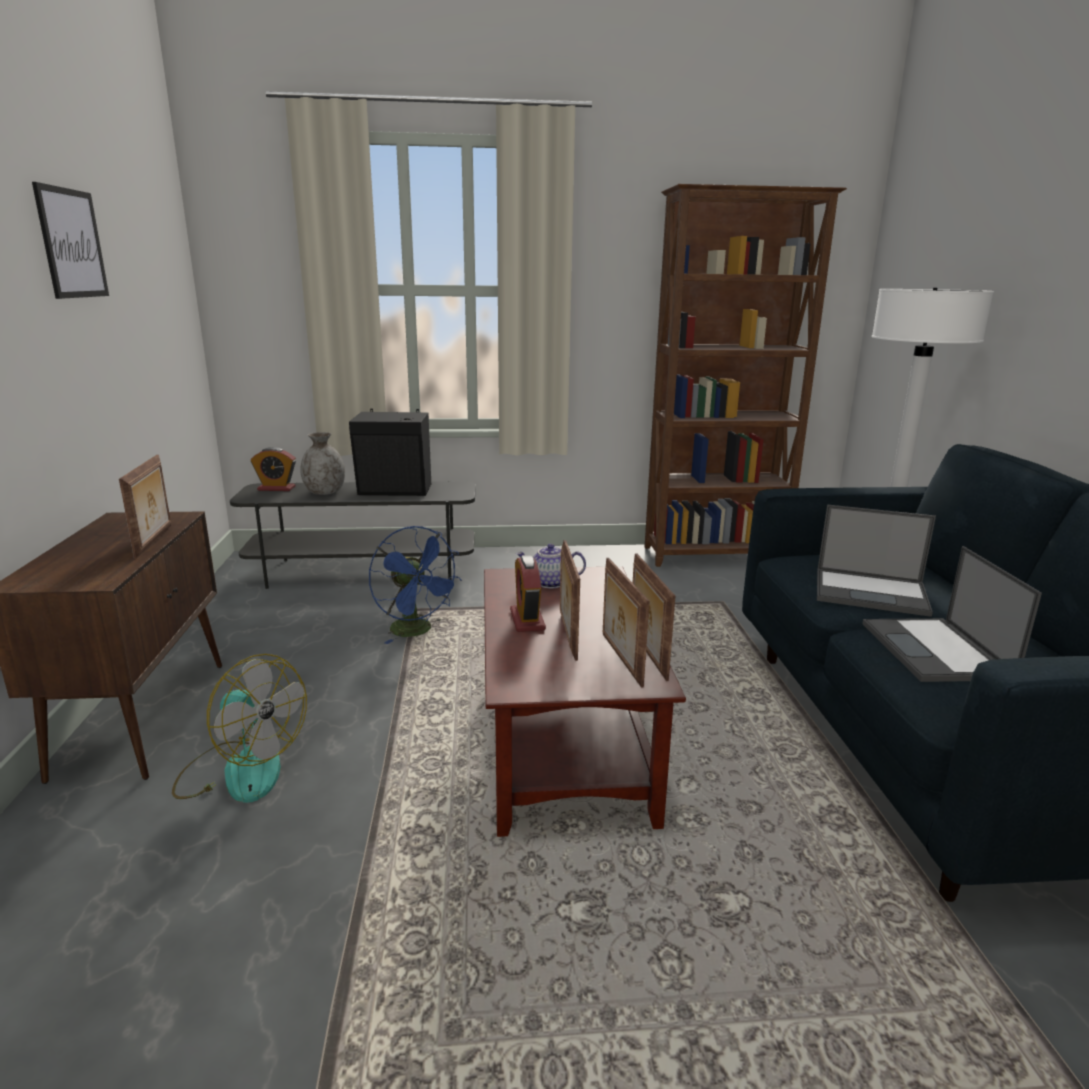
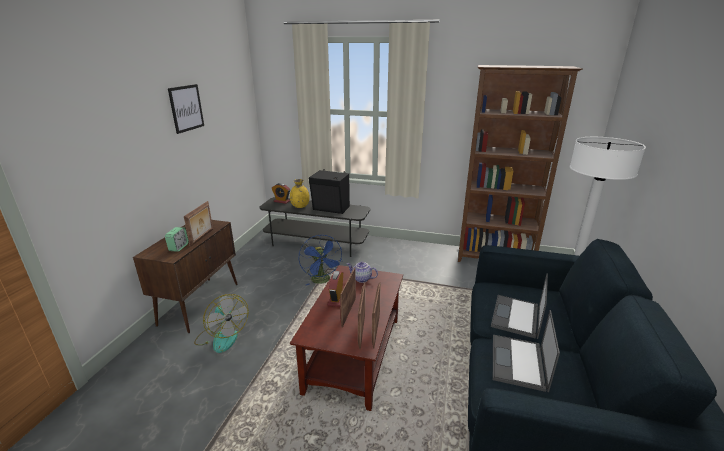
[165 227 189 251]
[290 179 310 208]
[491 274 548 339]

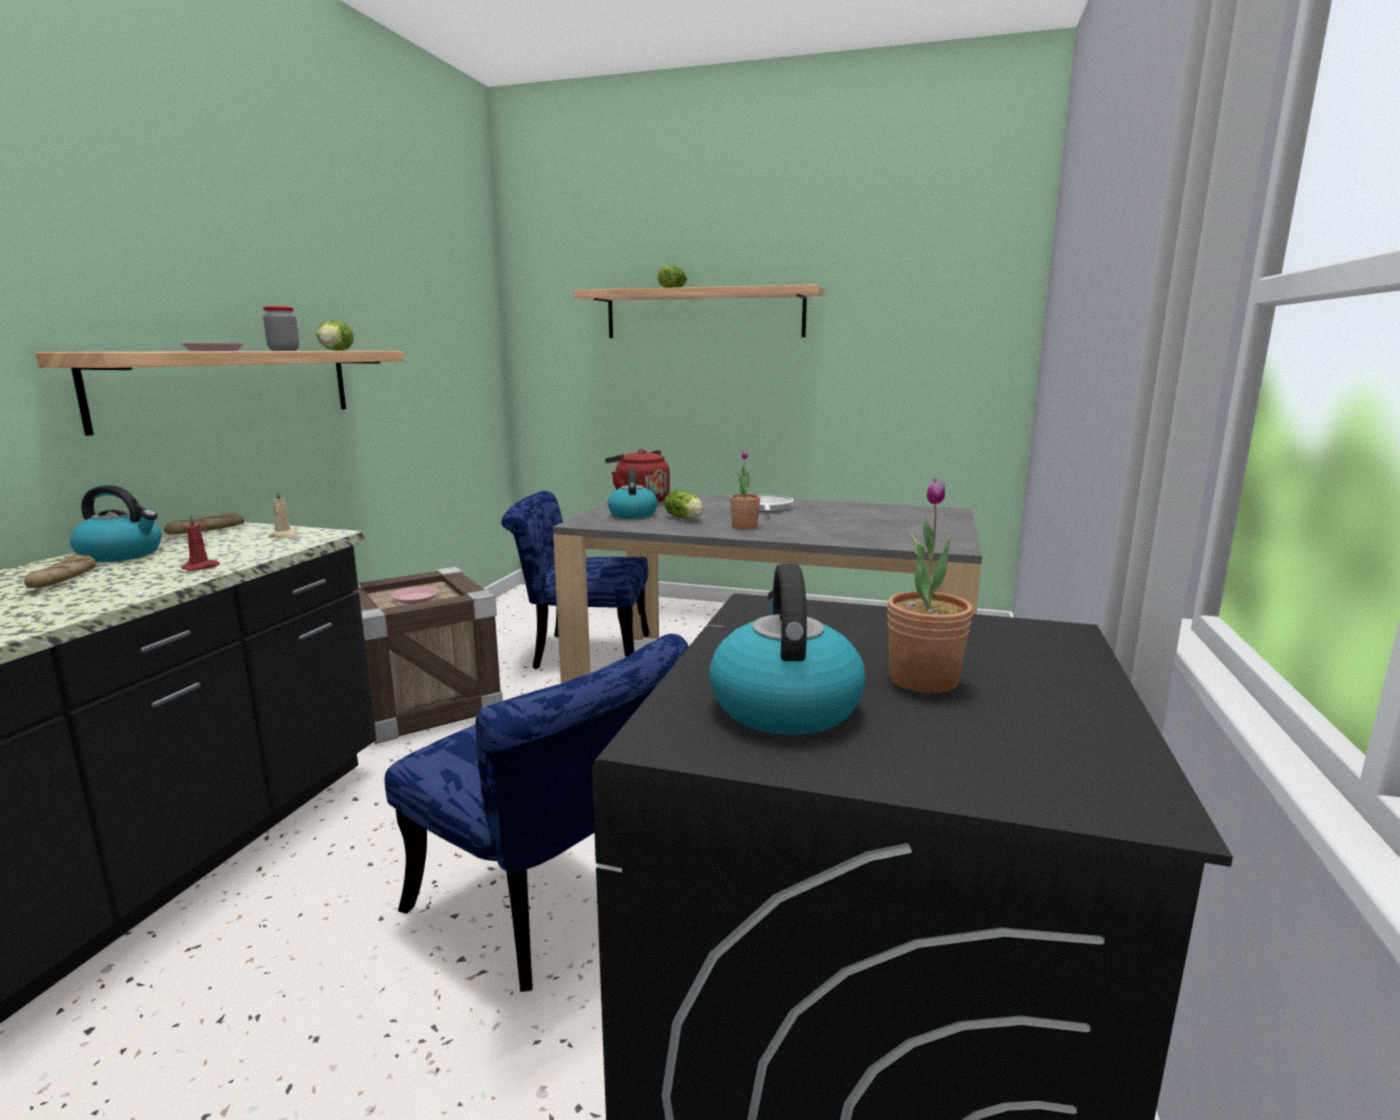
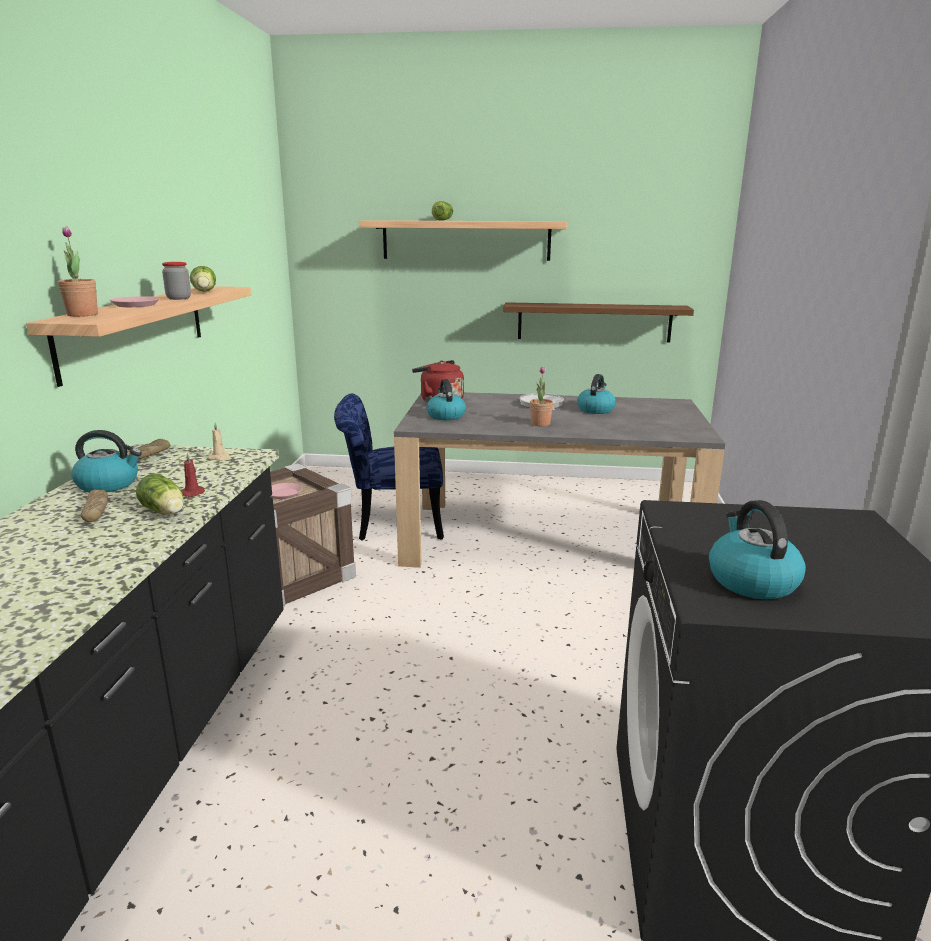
[58 226 98 317]
[136 473 184 514]
[504 302 694 343]
[577 374 616 414]
[385 634 689 992] (first image)

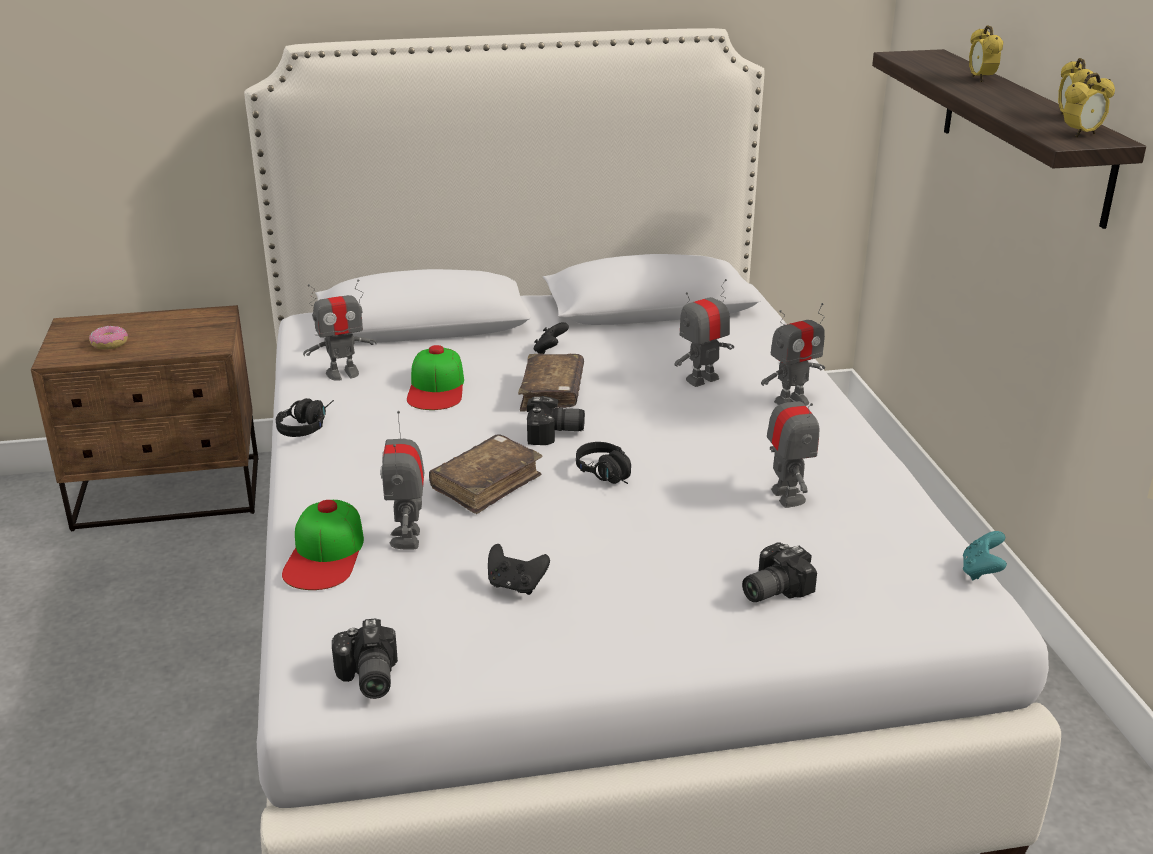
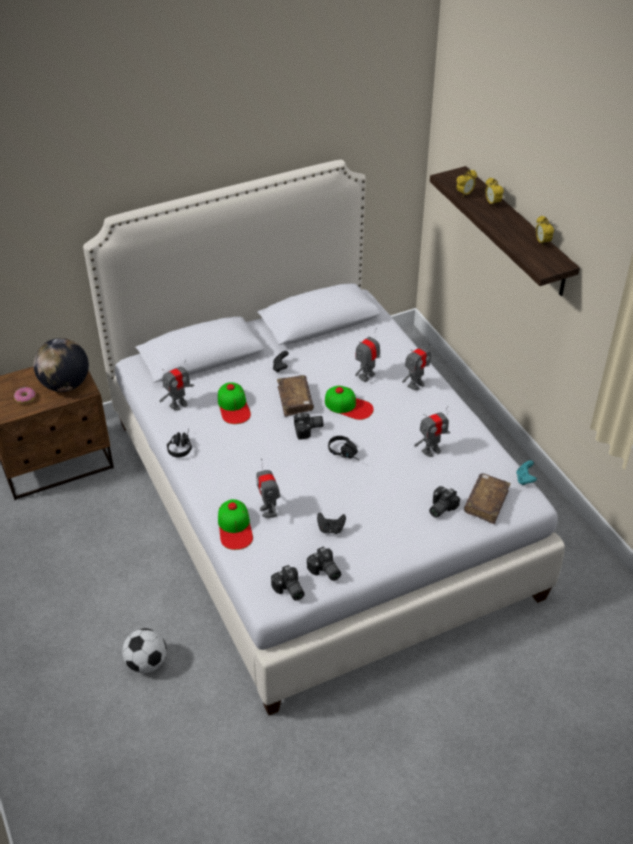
[33 338 89 392]
[122 629 167 673]
[307 546 341 581]
[325 386 374 420]
[414 406 450 457]
[456 170 477 197]
[464 473 511 524]

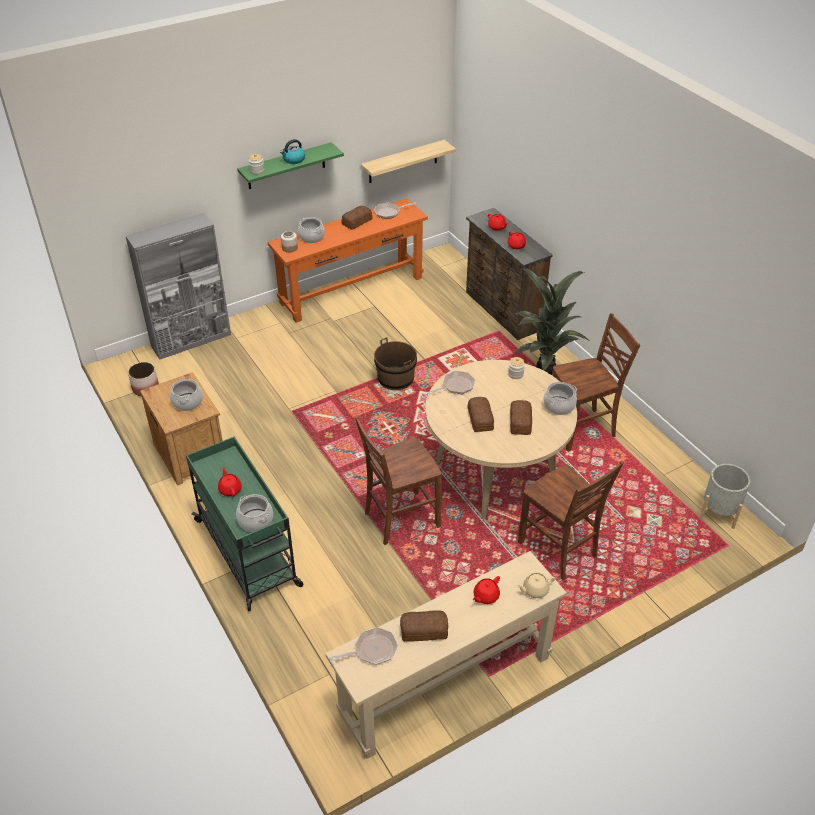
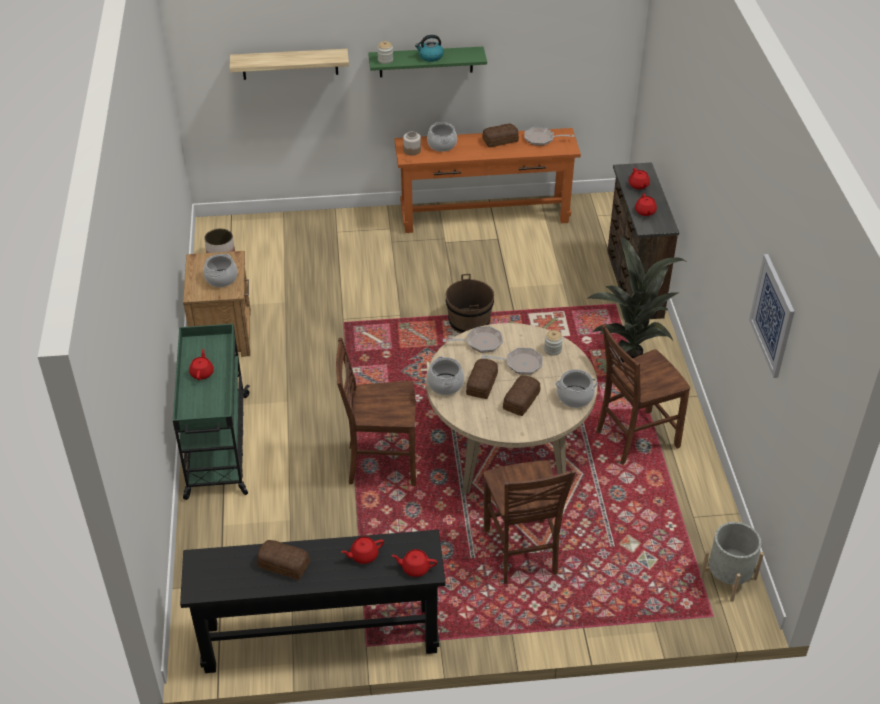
[180 530 446 673]
[230 49 349 80]
[392 549 437 577]
[427 356 464 395]
[482 348 543 375]
[596 324 690 465]
[749 254 795 378]
[126 213 231 360] (first image)

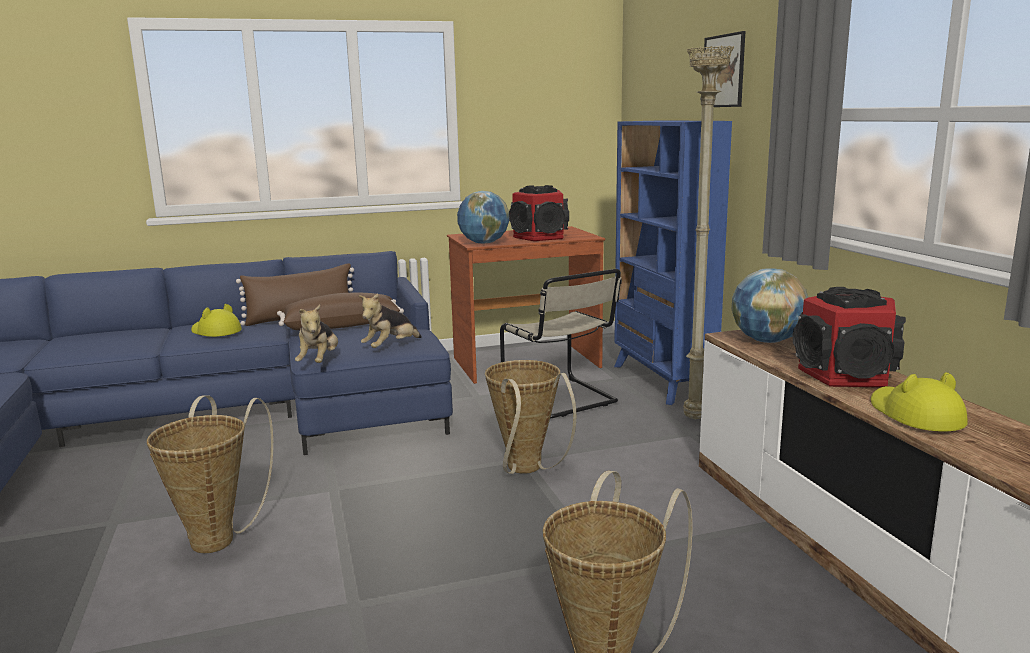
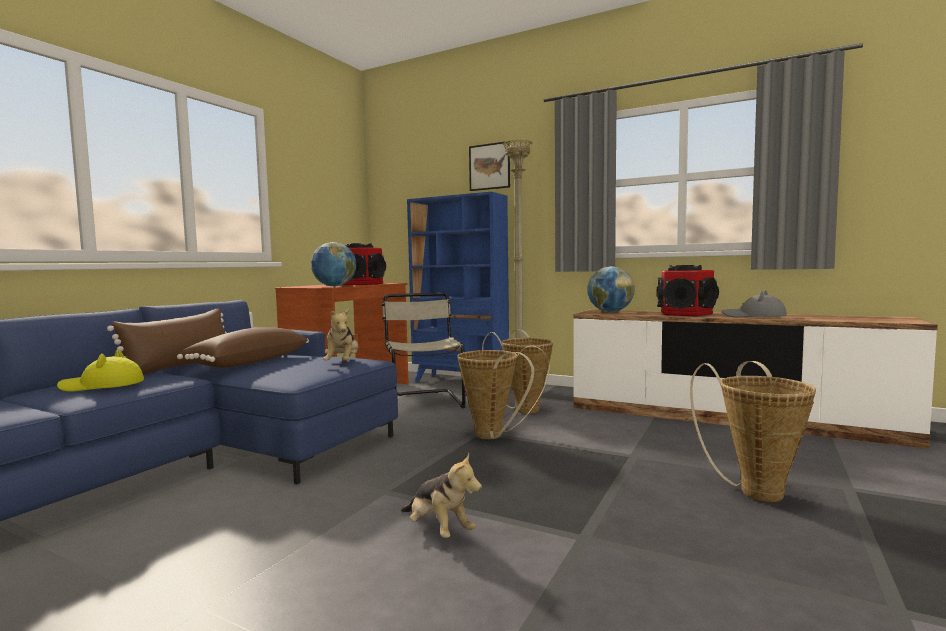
[382 292 465 408]
[401 453 482 538]
[482 329 553 414]
[721 290 787 318]

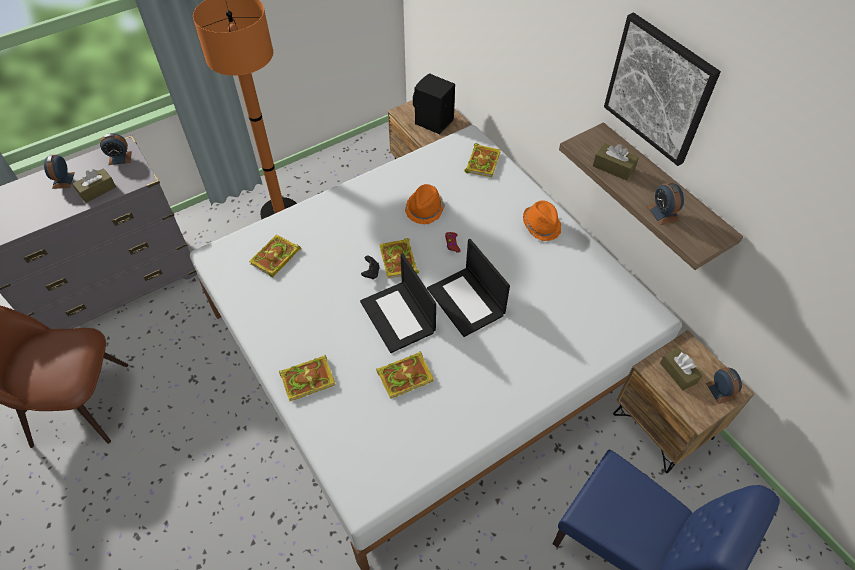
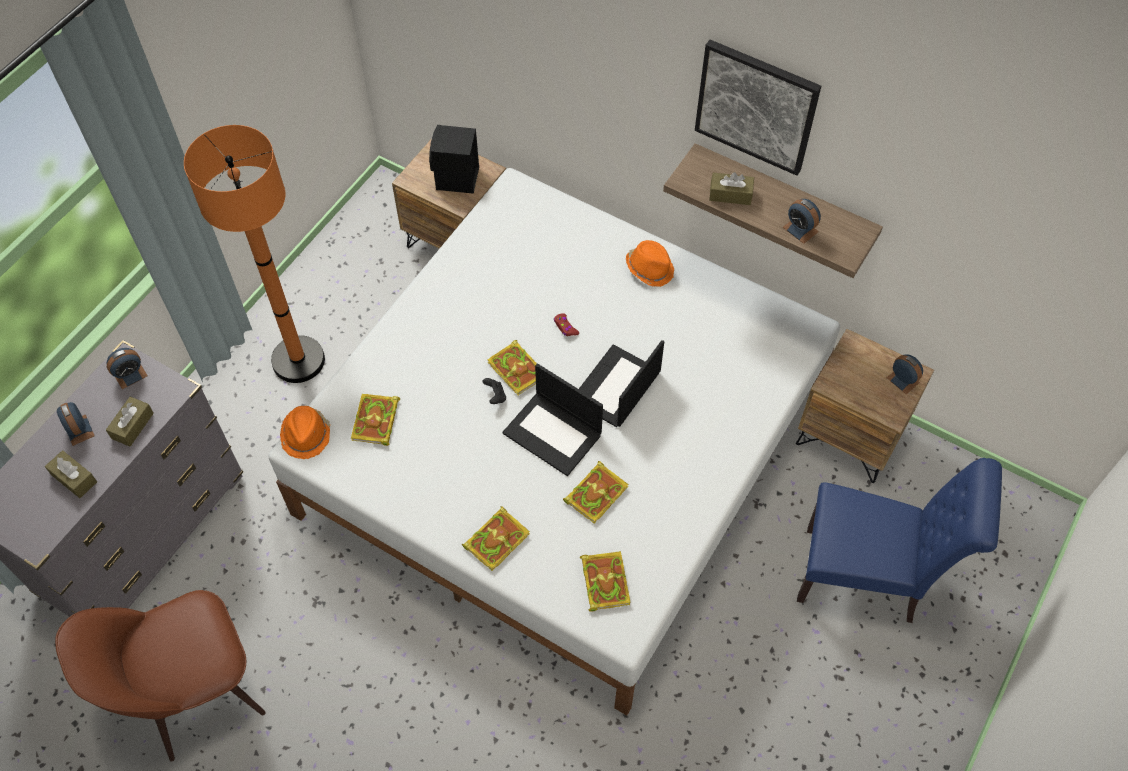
[45 450 97 498]
[280 406 330 459]
[579 340 664 427]
[580 551 630 612]

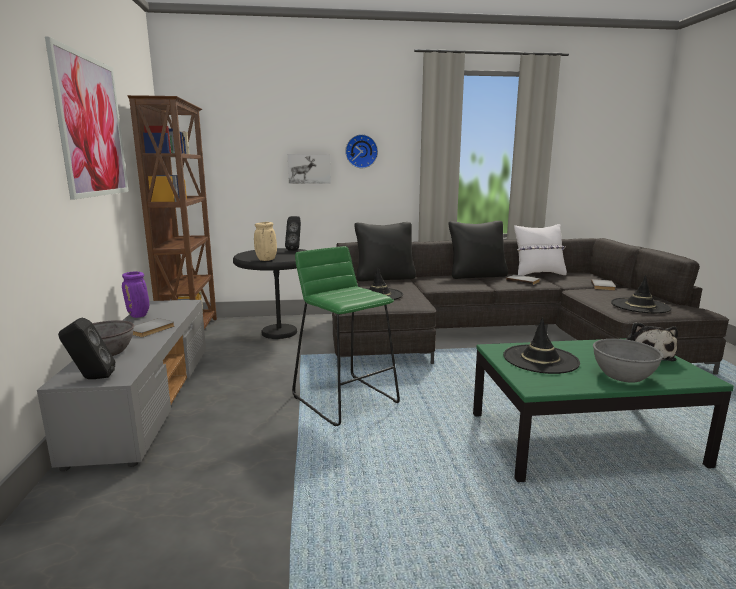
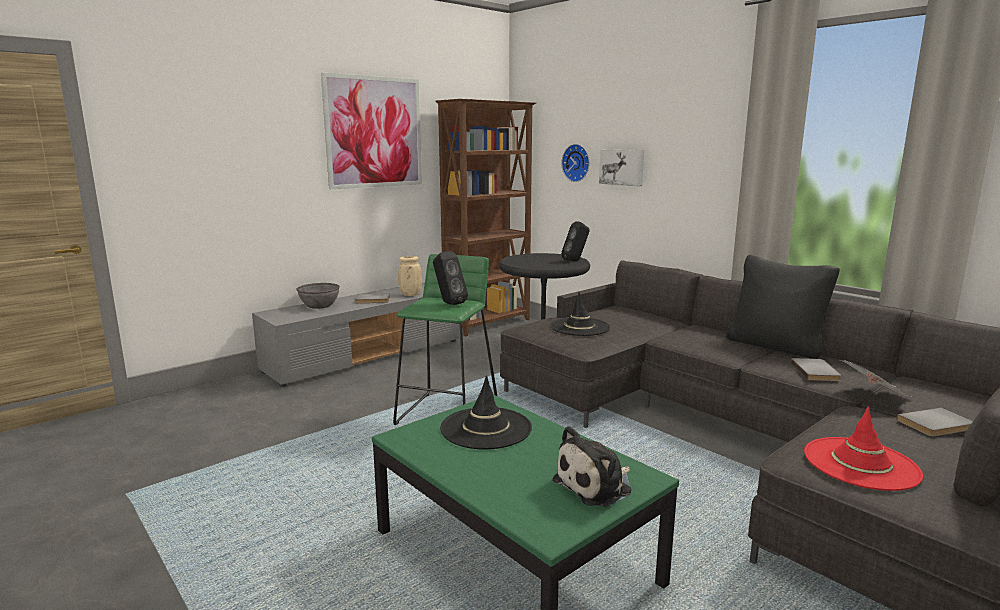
[398 256 422 296]
[433 251 468 305]
[561 144 590 182]
[804 406 923 491]
[840 360 911 397]
[122 272 149 318] (first image)
[354 222 416 281] (first image)
[514 224 567 276] (first image)
[593 339 664 383] (first image)

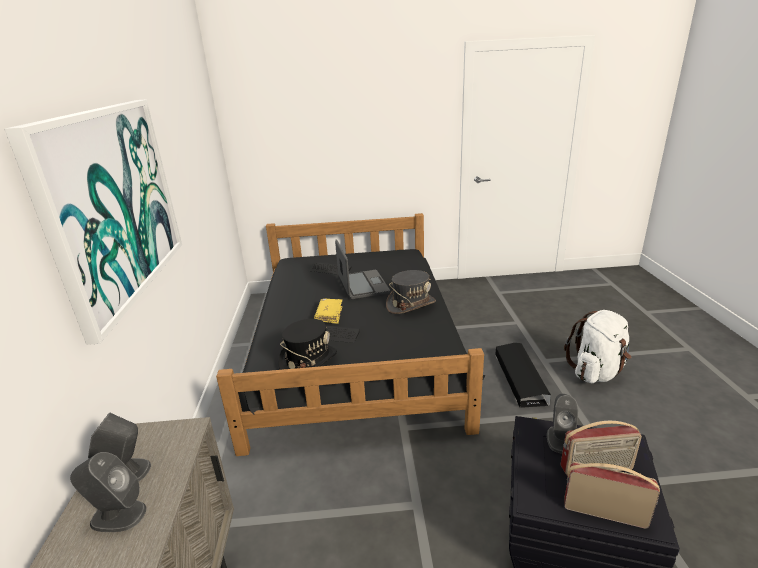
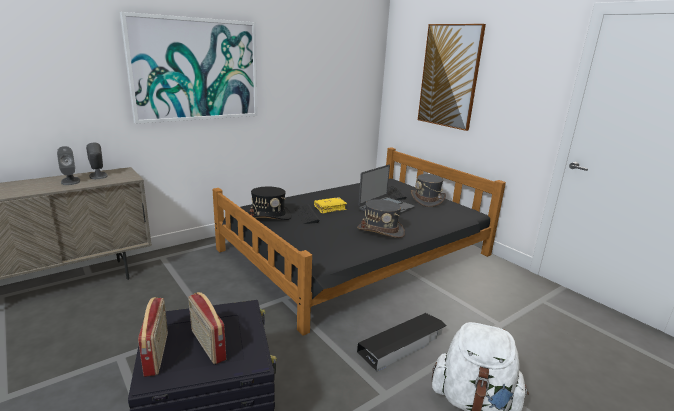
[411 174 446 207]
[418 24 486 131]
[547 394 578 454] (first image)

